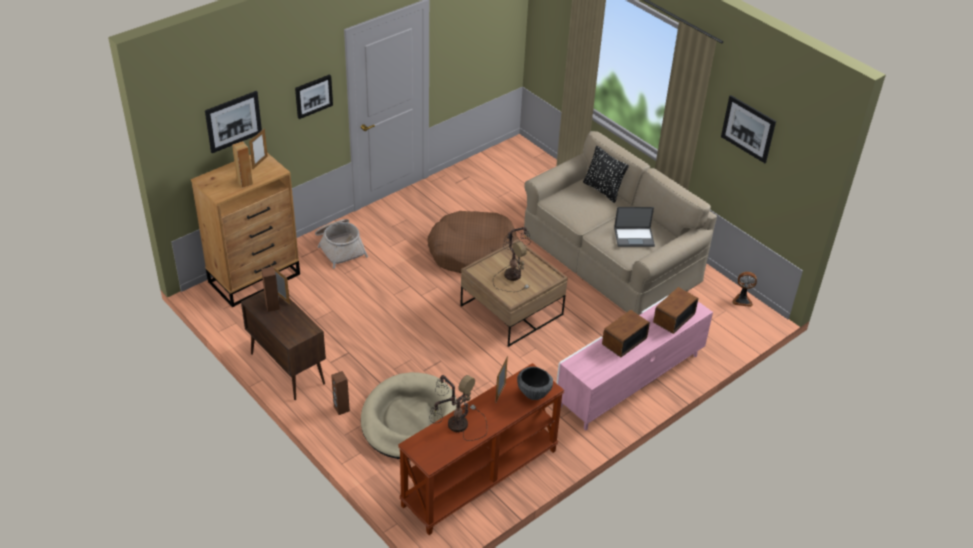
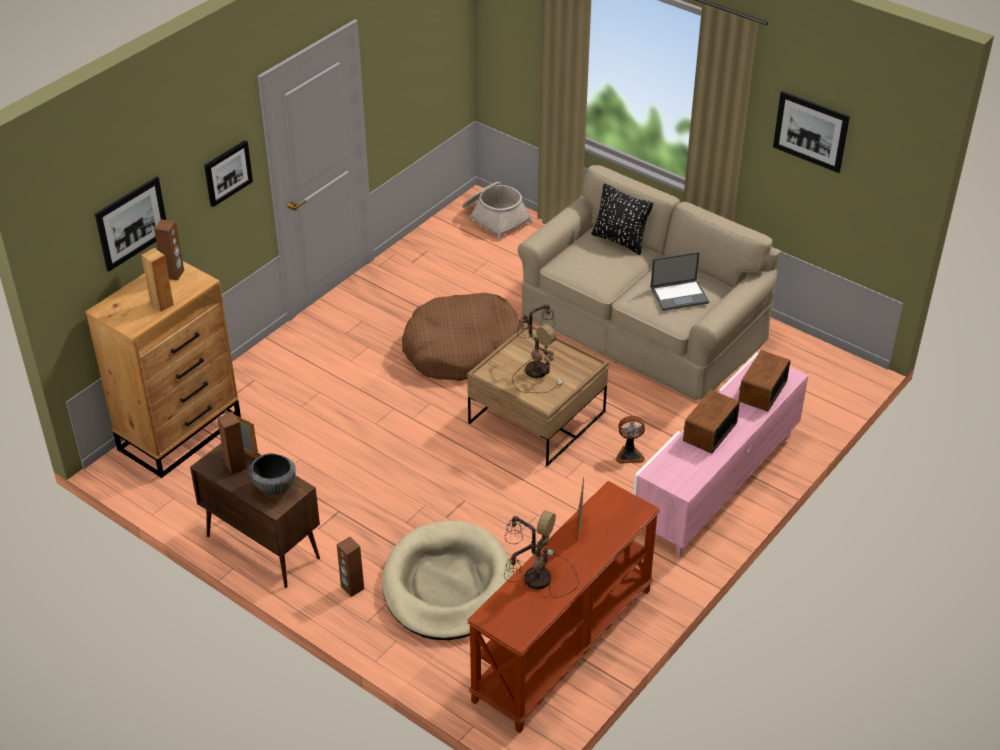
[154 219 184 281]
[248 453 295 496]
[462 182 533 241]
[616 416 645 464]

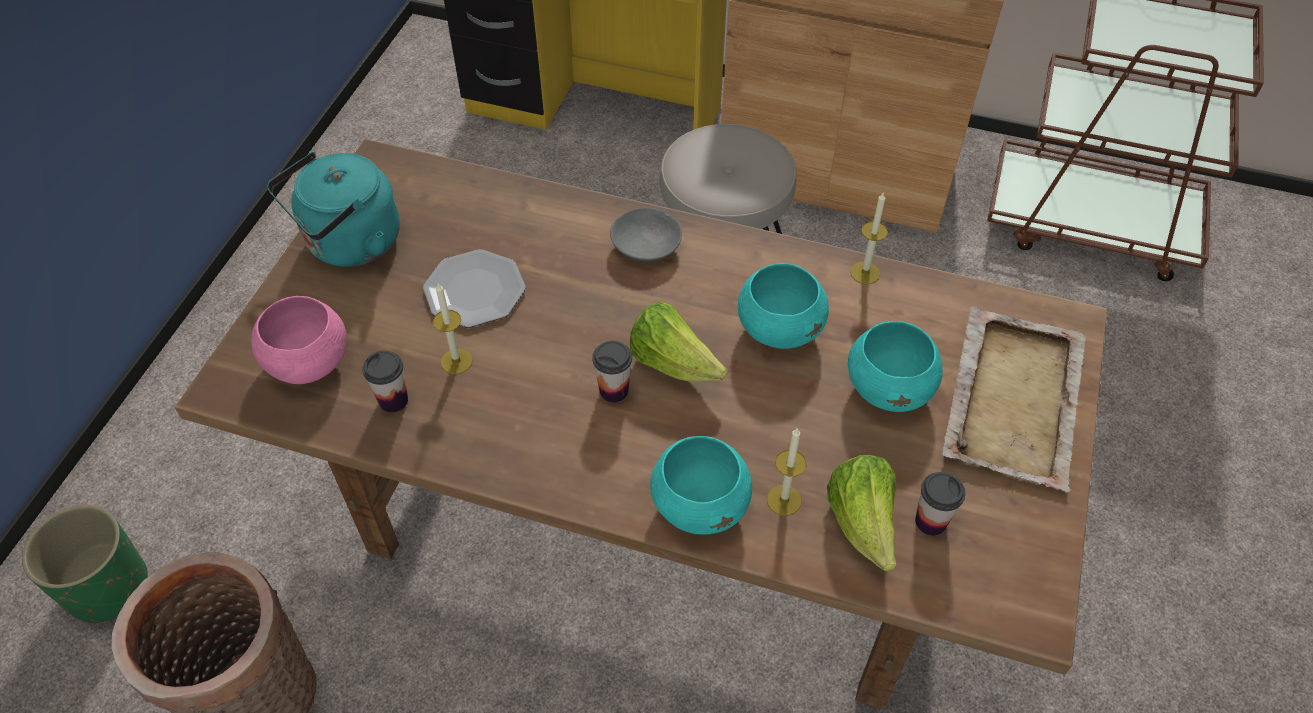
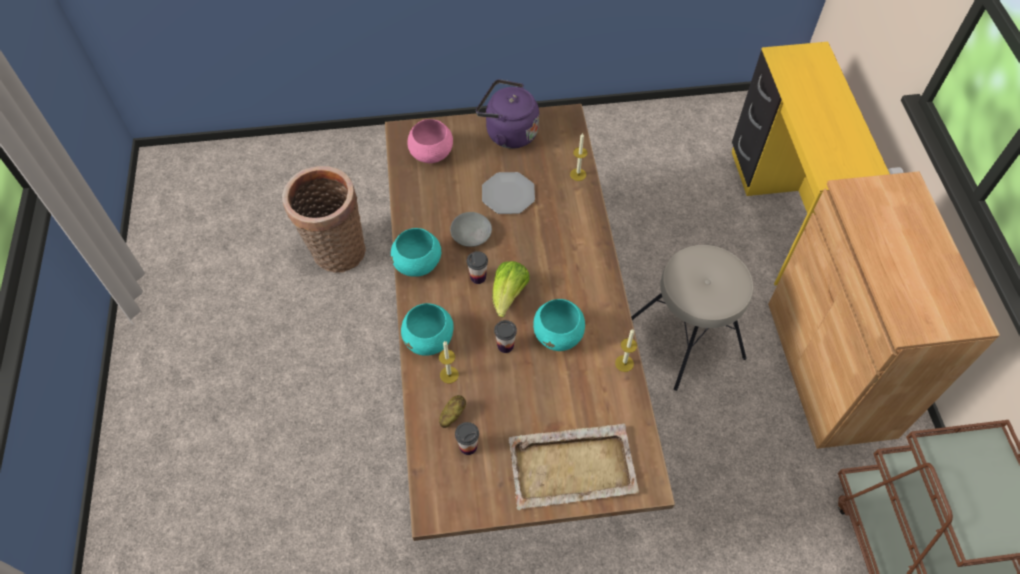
[391 228 441 277]
[439 395 466 428]
[450 212 492 247]
[476 79 539 149]
[494 320 517 353]
[570 133 588 181]
[22 505 148 623] (first image)

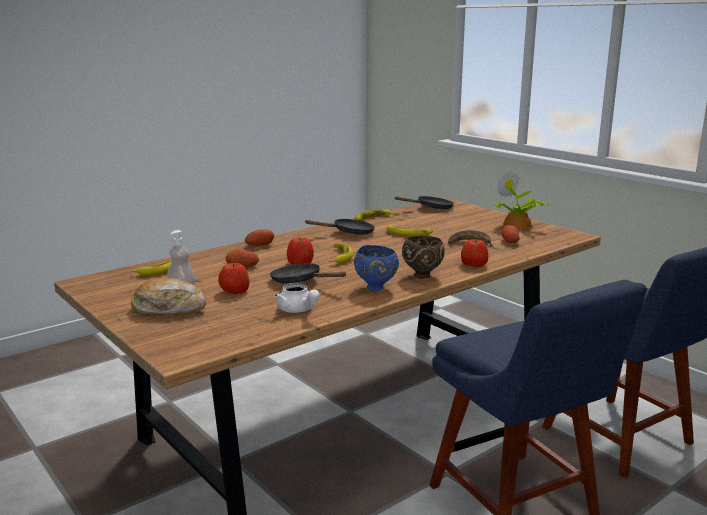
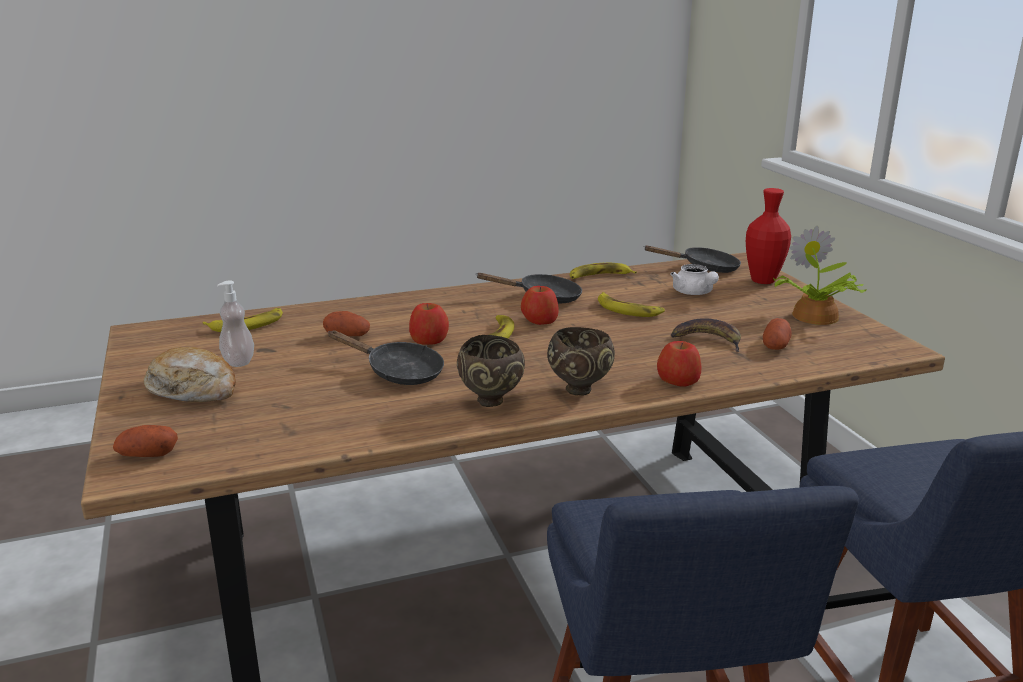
[113 425 178 457]
[328 330 444 385]
[457 335 525 407]
[521 286 558 325]
[670 264 719 295]
[746 188 791 284]

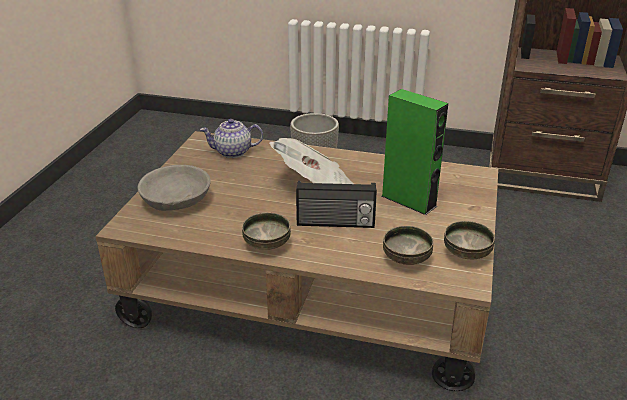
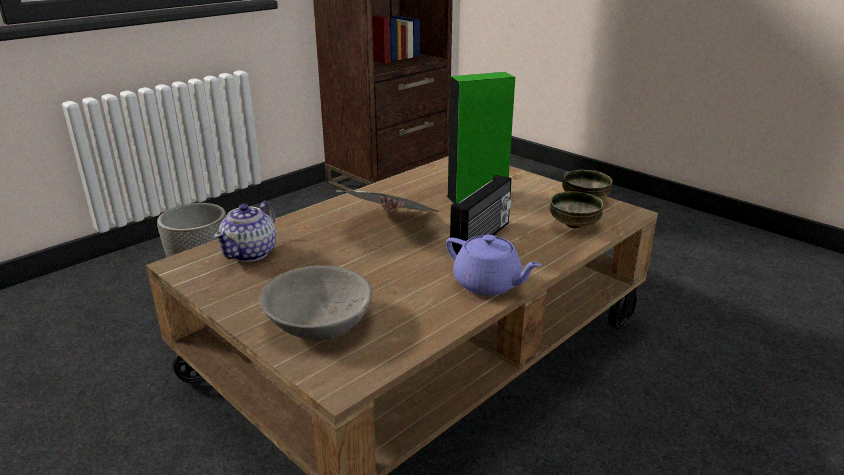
[446 234 542 296]

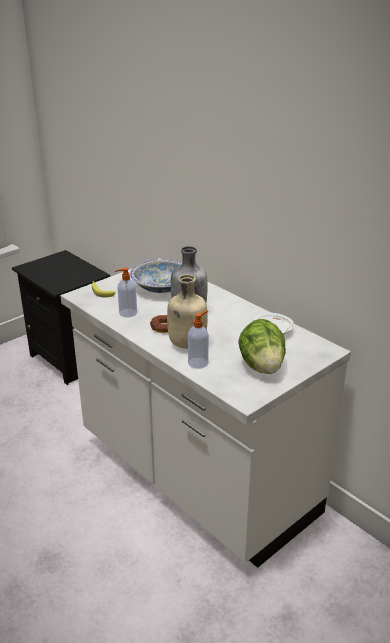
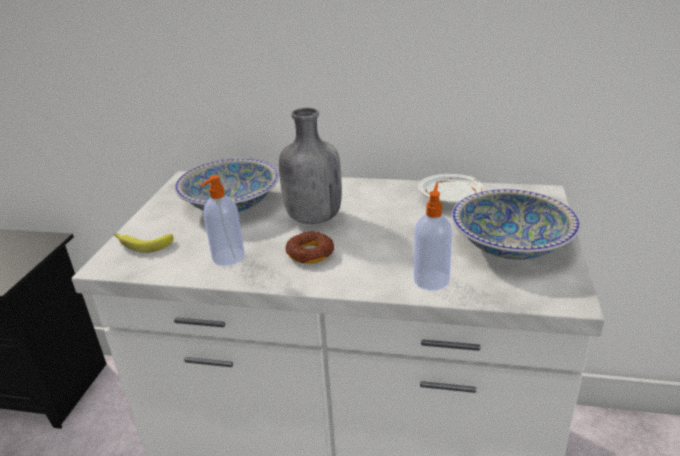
[452 189 580 260]
[167 275 207 349] (first image)

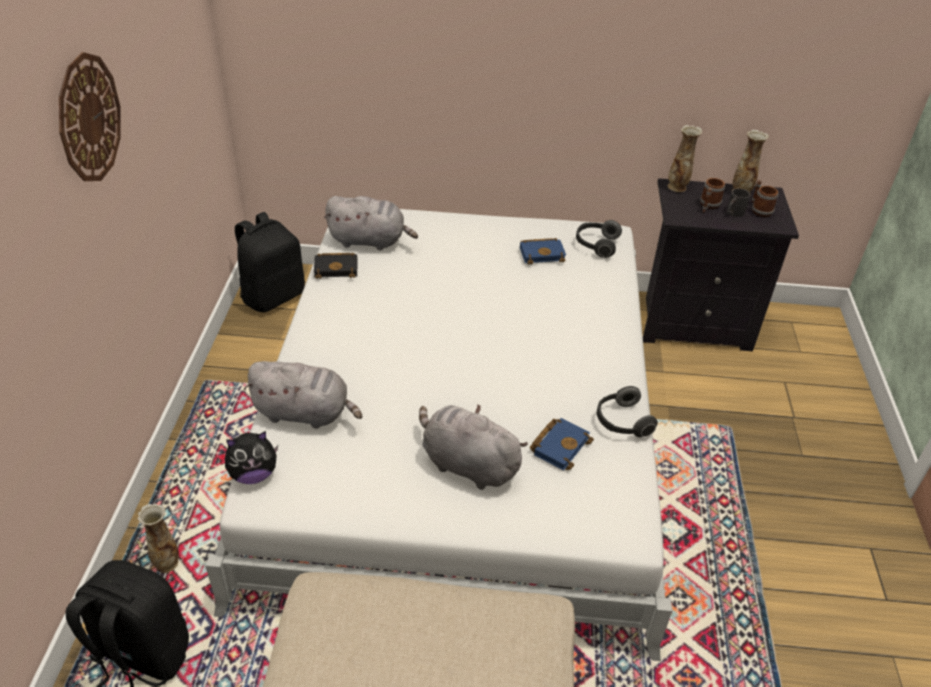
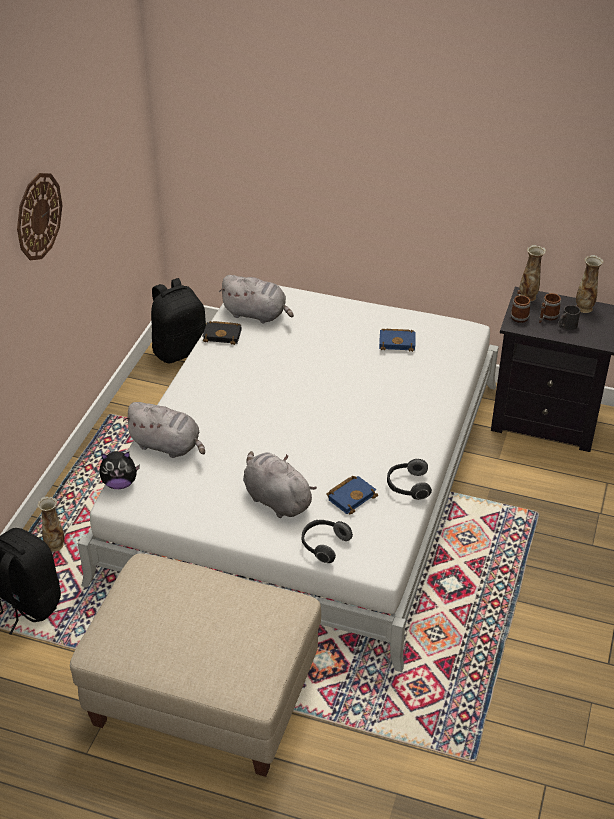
[302 520 353 563]
[510 290 531 323]

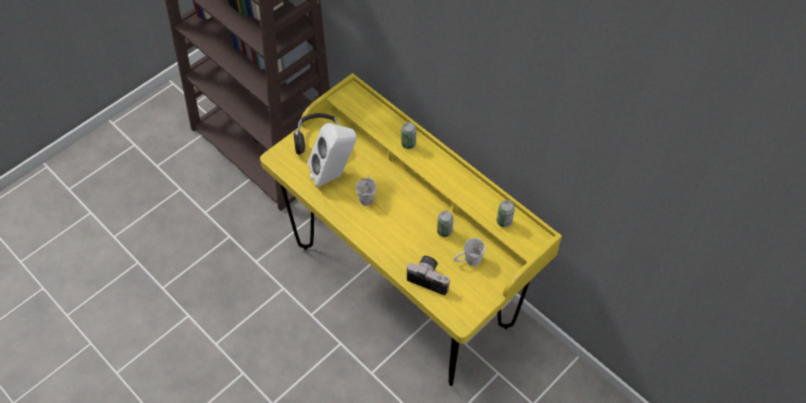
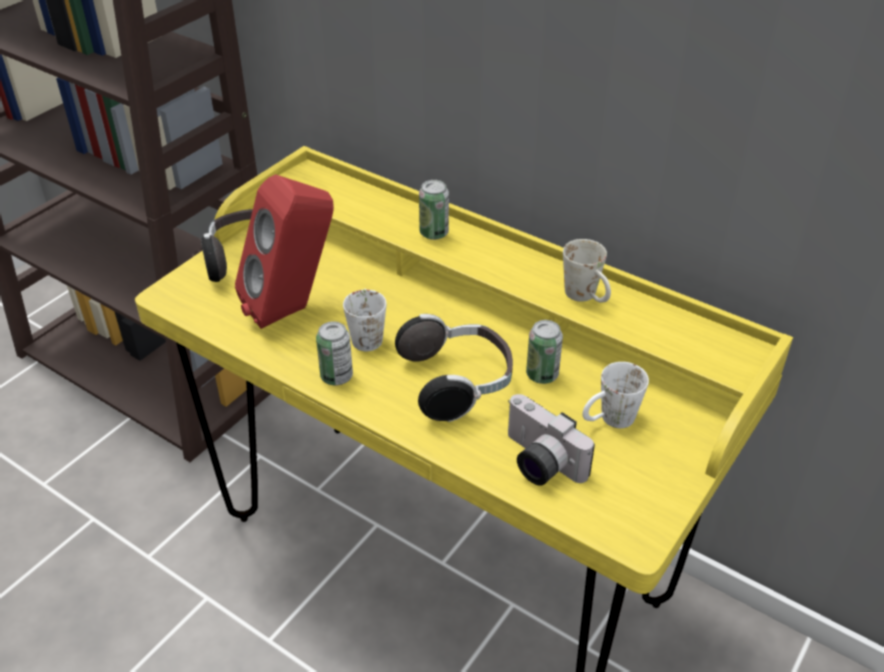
[235 174 334 329]
[316 321 353 385]
[395 314 513 422]
[508 394 595 486]
[563 239 611 302]

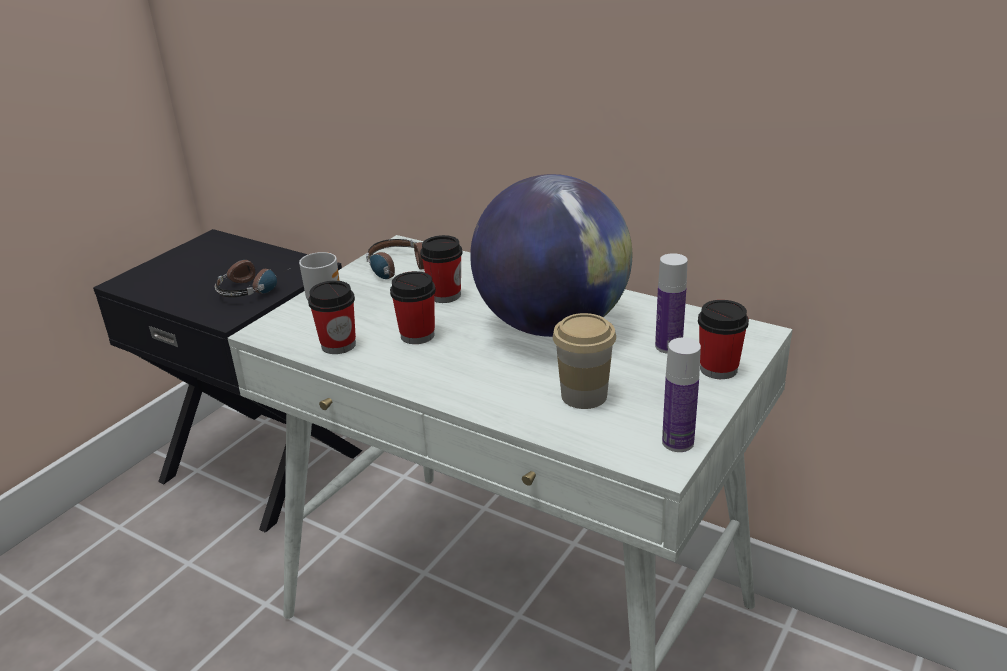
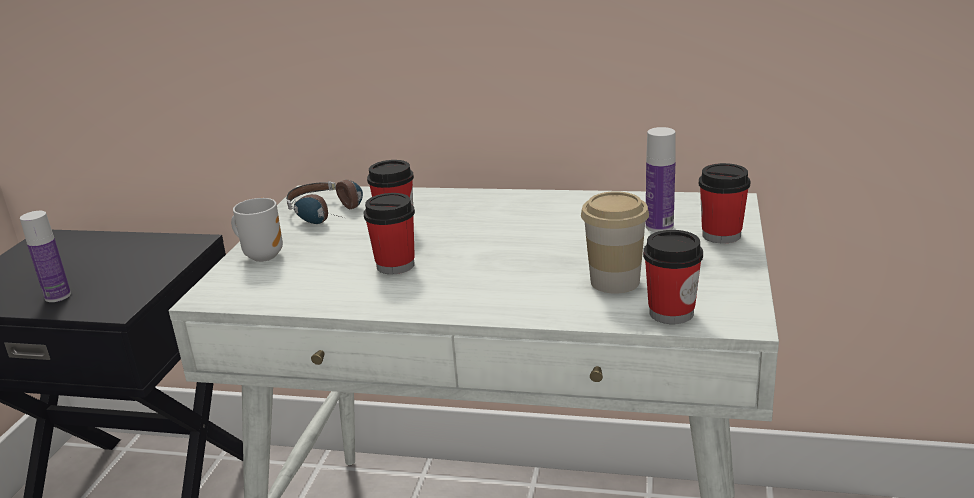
[20 211 71 302]
[643 230 703 324]
[215 260 290 297] (first image)
[470 174 632 337] (first image)

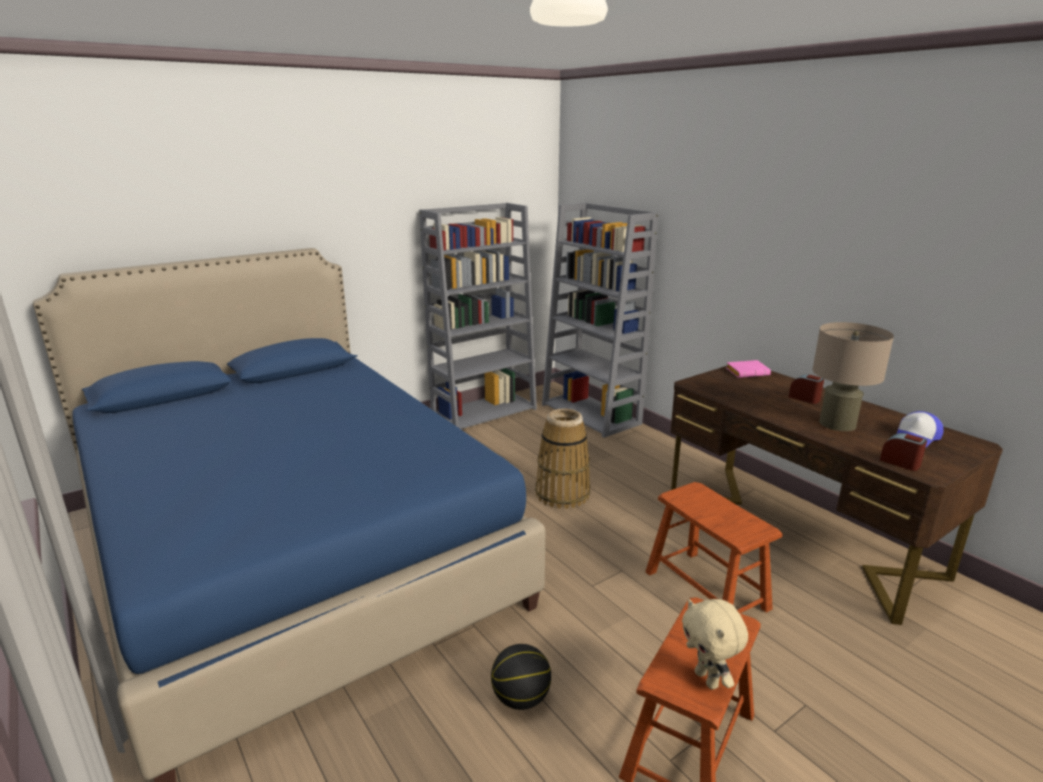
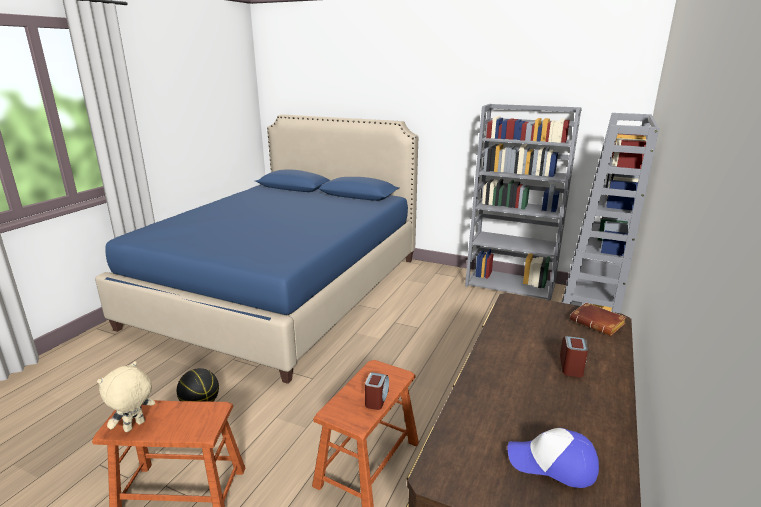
[365 372 389 410]
[570 303 627 336]
[535 408 590 509] (first image)
[812 322 894 431] (first image)

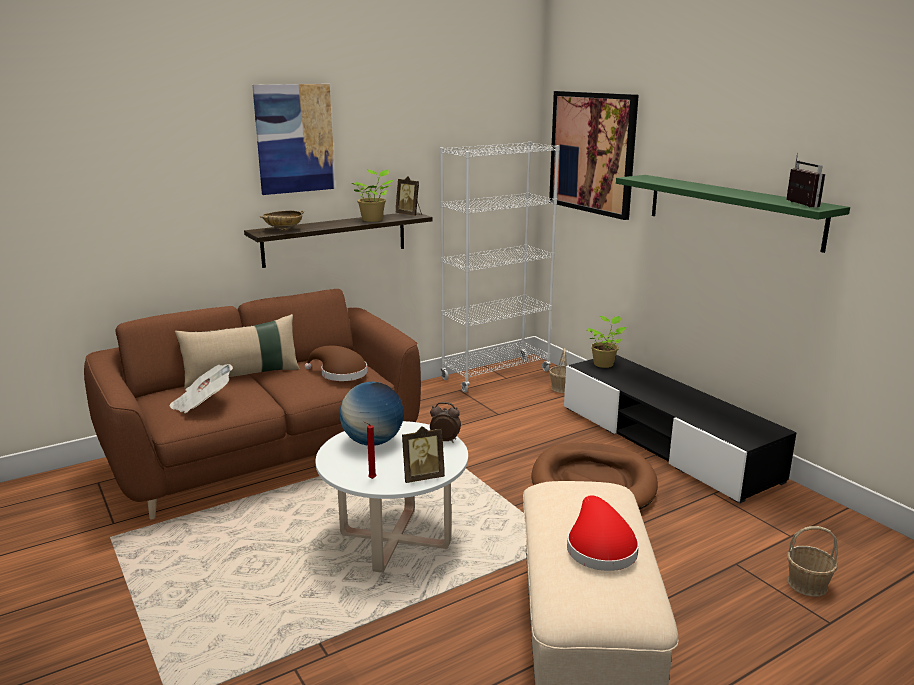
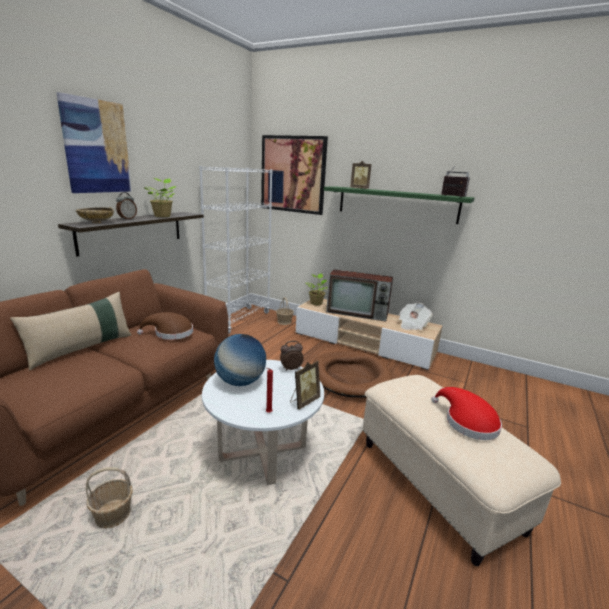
[86 467 133 529]
[116 192 137 219]
[296 299 443 370]
[326 269 393 322]
[350 161 371 189]
[399 303 432 330]

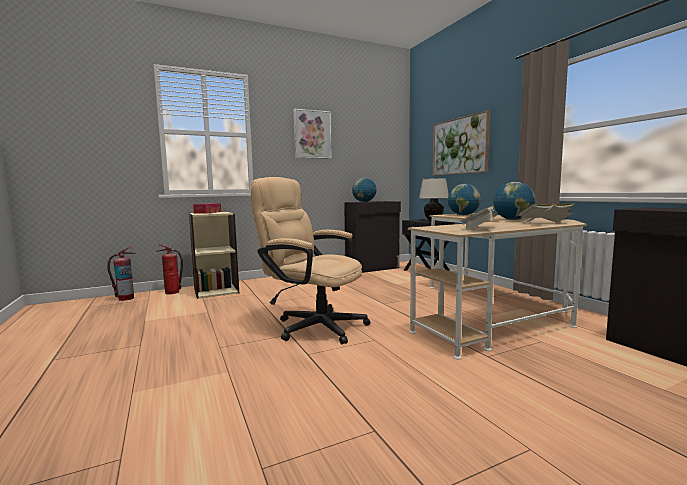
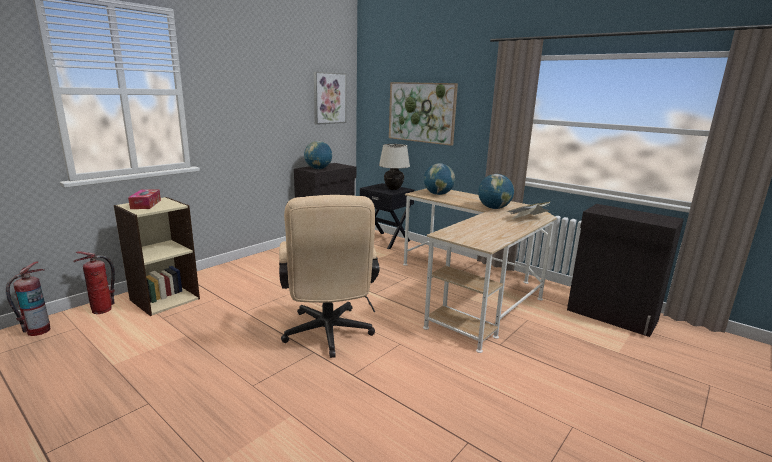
[279 195 380 358]
[314 72 346 125]
[460 206 497 230] (first image)

